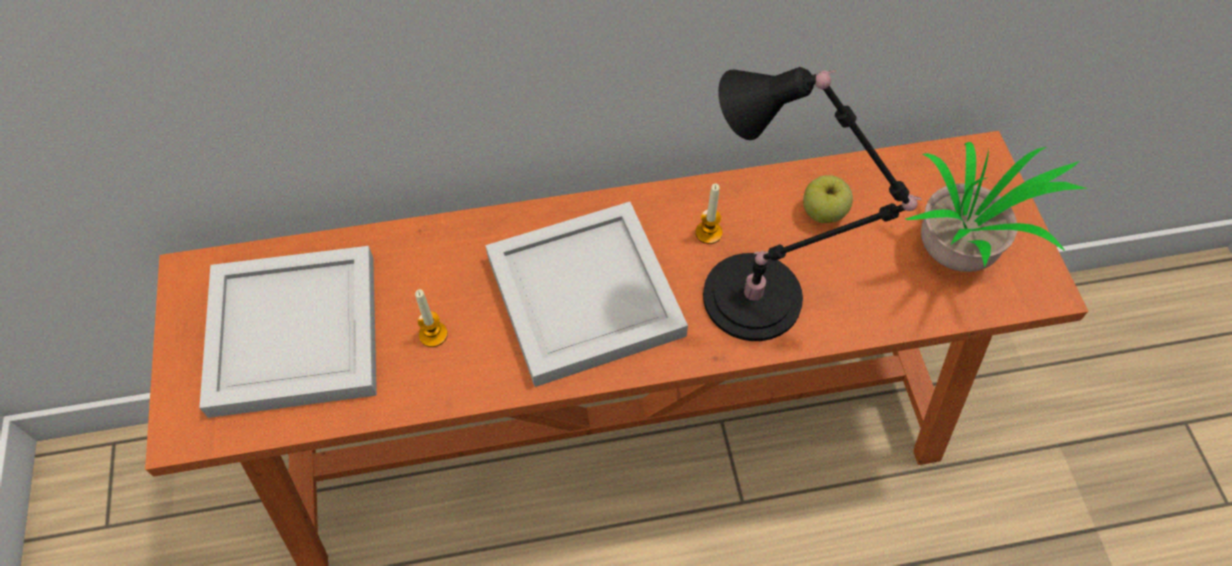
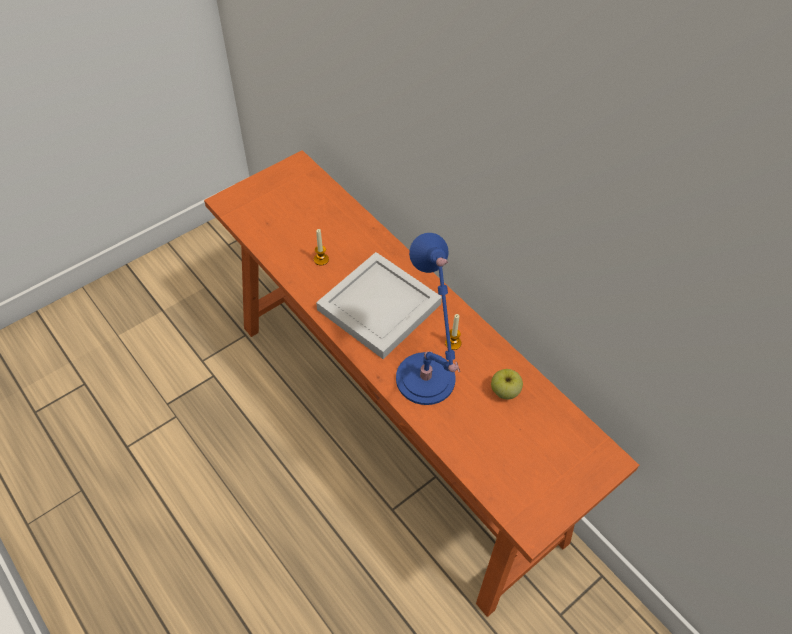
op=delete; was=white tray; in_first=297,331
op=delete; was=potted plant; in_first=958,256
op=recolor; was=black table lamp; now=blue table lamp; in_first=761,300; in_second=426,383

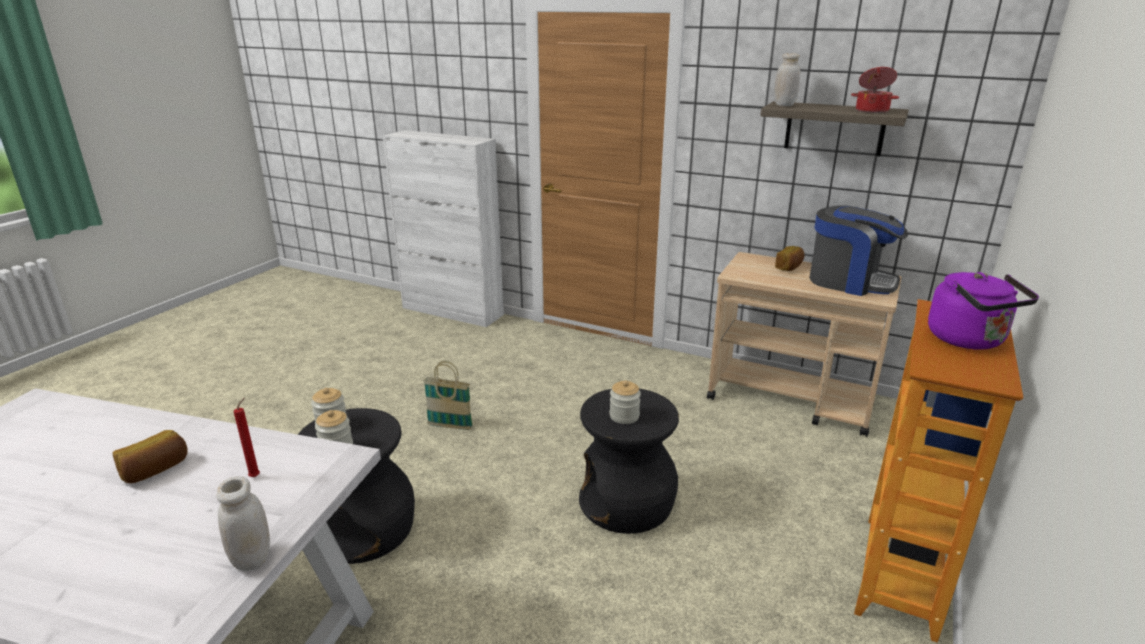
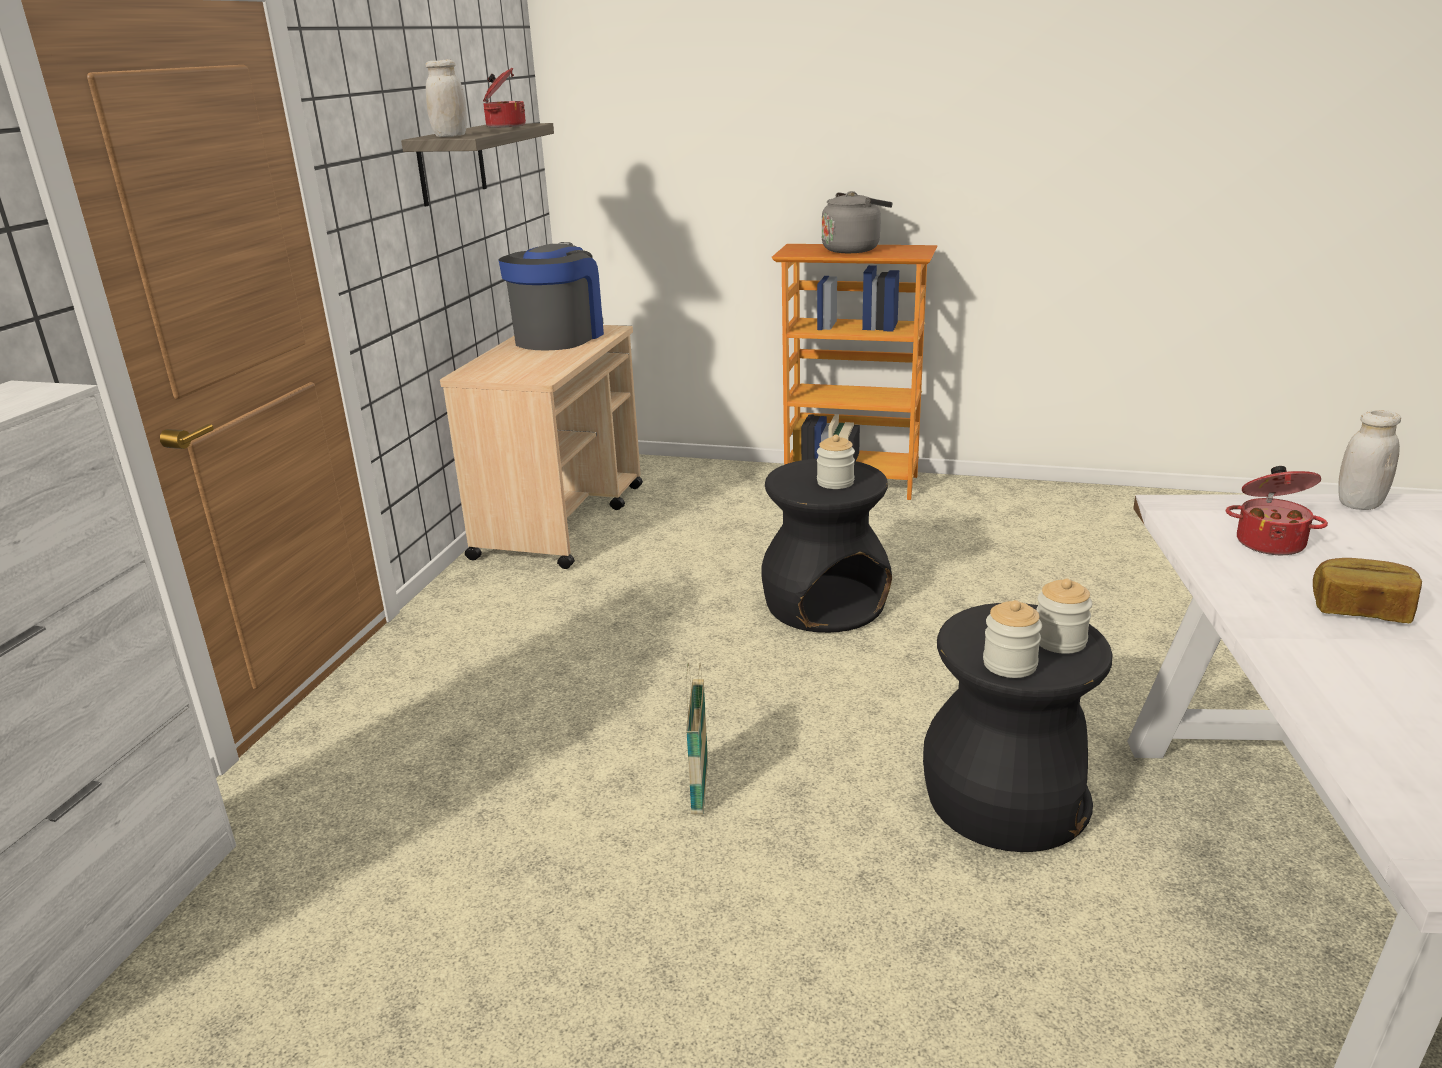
op=delete; was=bread; in_first=789,267
op=replace; was=red candle; now=cooking pot; in_first=256,476; in_second=1270,542
op=recolor; was=purple kettle; now=grey kettle; in_first=969,340; in_second=853,249

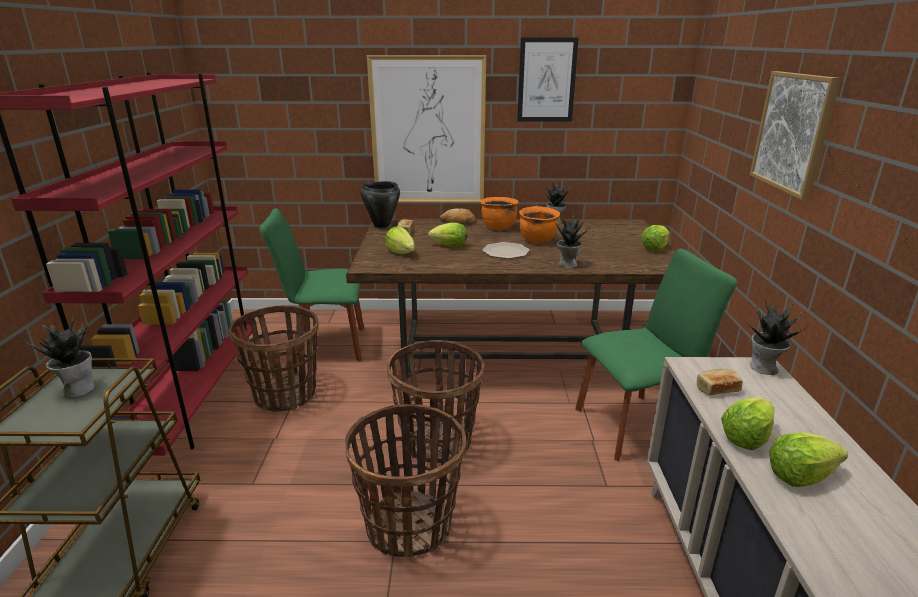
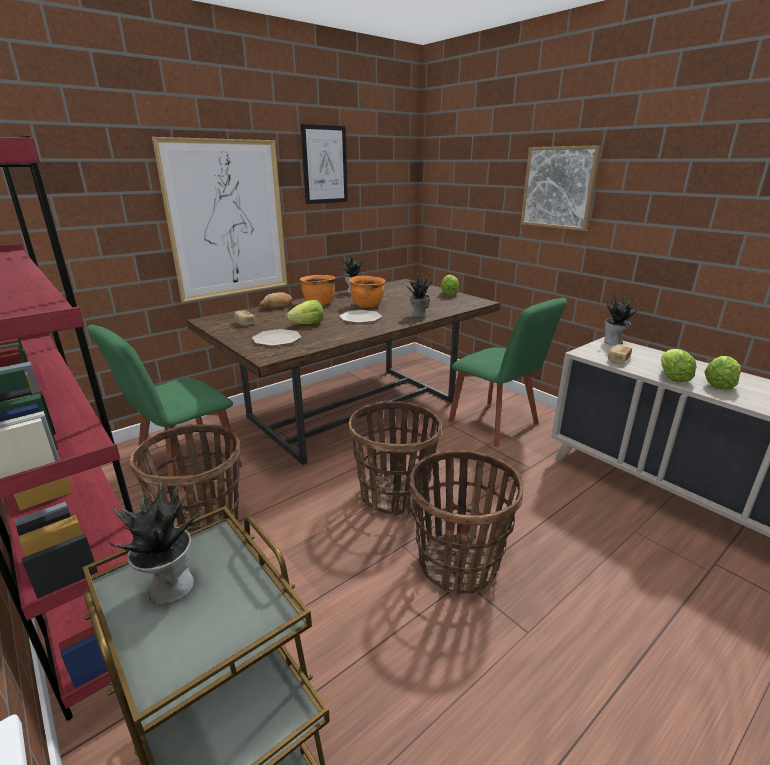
op=delete; was=black cooking pot; in_first=381,225
op=replace; was=lettuce; now=plate; in_first=401,253; in_second=276,339
op=rotate; was=green chair; in_first=636,425; in_second=497,424; clockwise=105

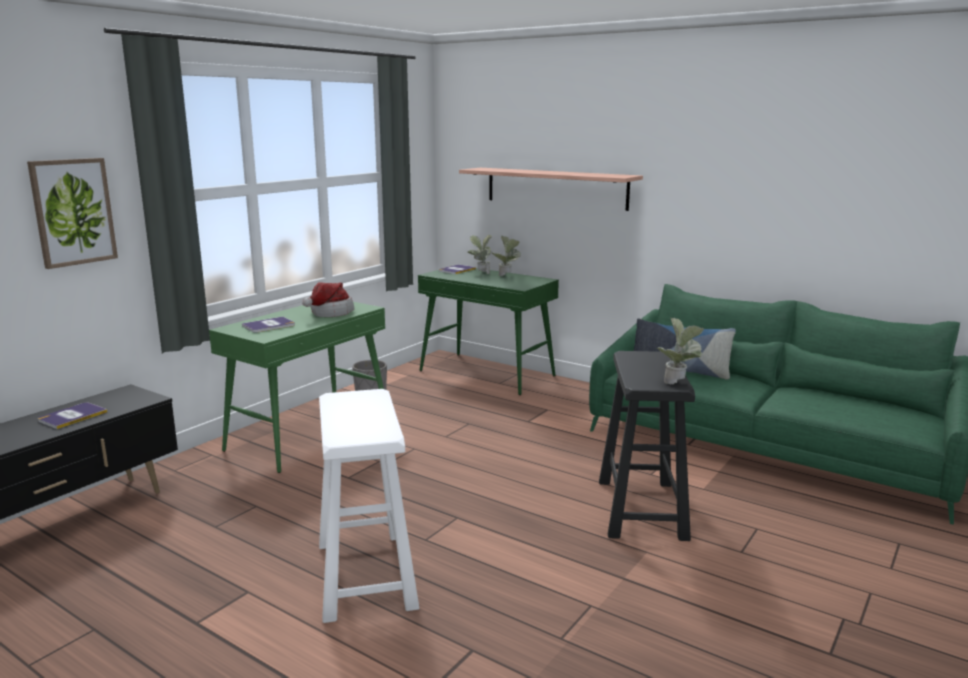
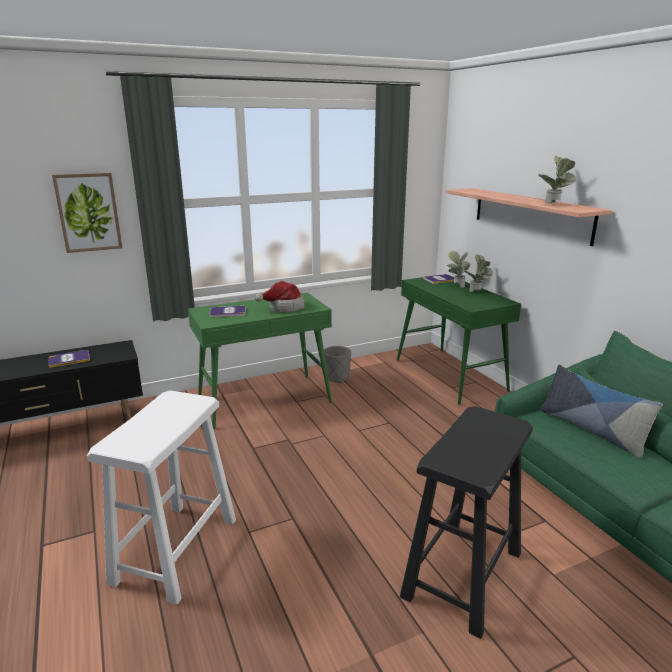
op=move; was=potted plant; in_first=679,383; in_second=554,204

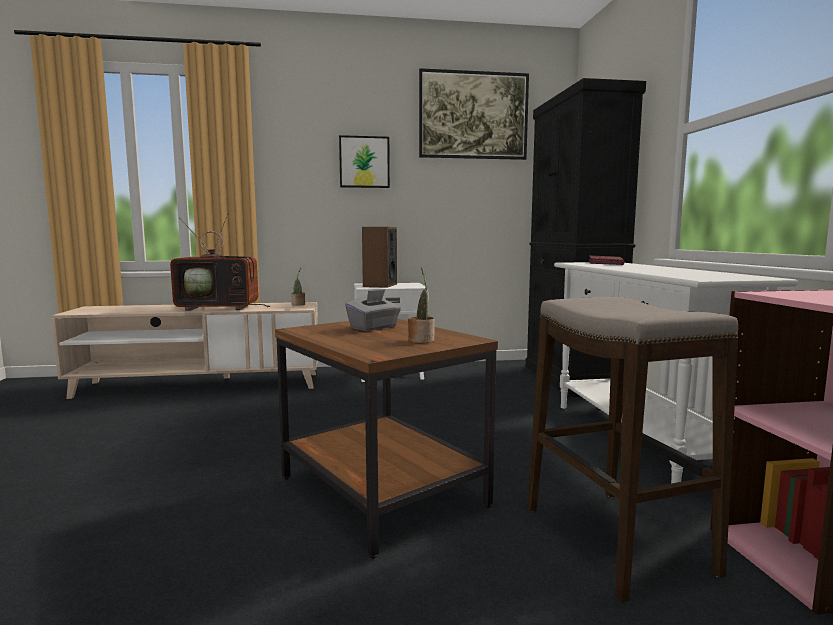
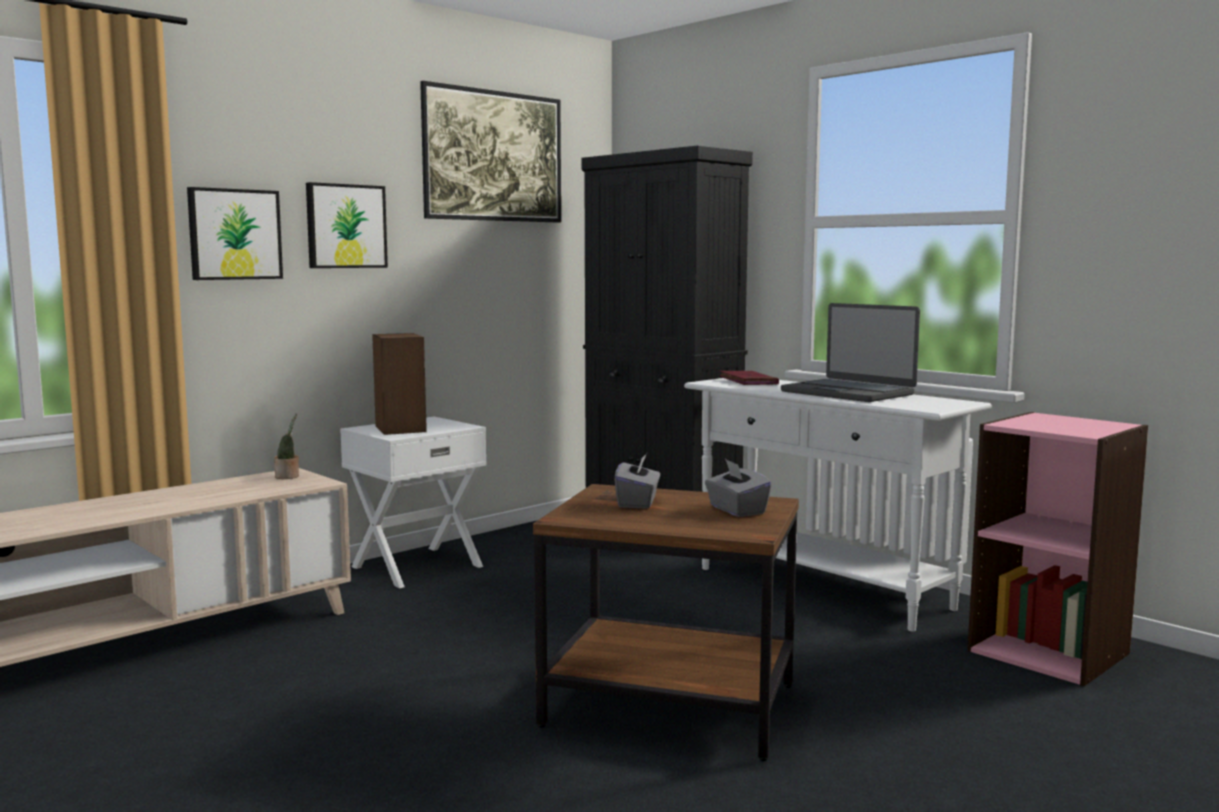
op=delete; was=television; in_first=221,308
op=delete; was=stool; in_first=615,539
op=insert; now=picture; in_second=234,234
op=insert; now=laptop; in_second=848,393
op=replace; was=potted plant; now=grey tissue box; in_first=421,340; in_second=736,510

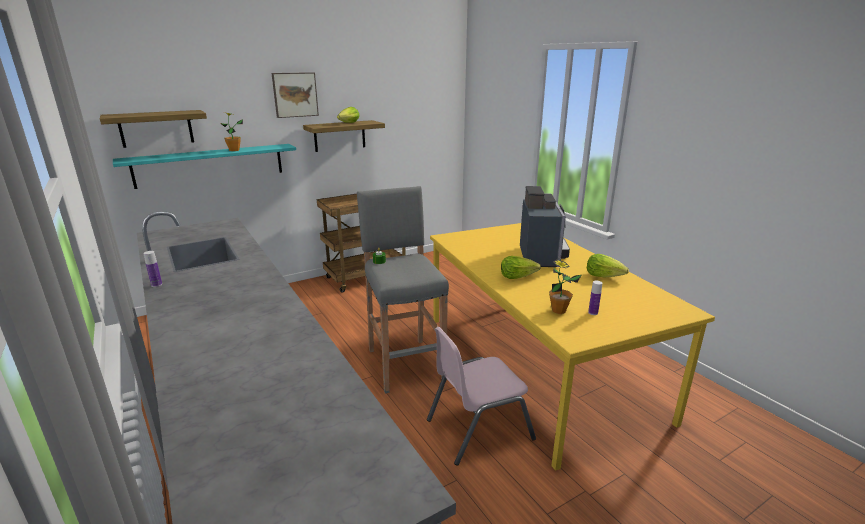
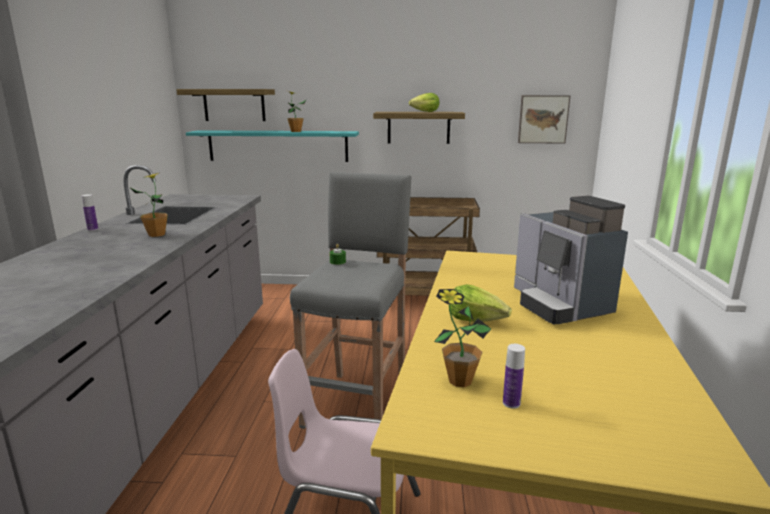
op=delete; was=lettuce; in_first=604,276
op=insert; now=potted plant; in_second=156,234
op=move; was=picture; in_first=295,94; in_second=542,119
op=rotate; was=coffee machine; in_first=542,256; in_second=559,305; clockwise=120

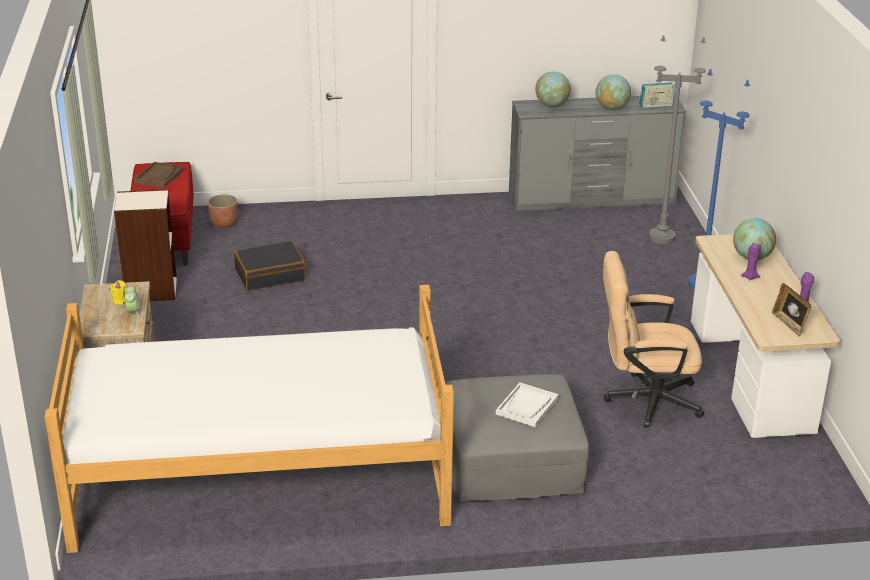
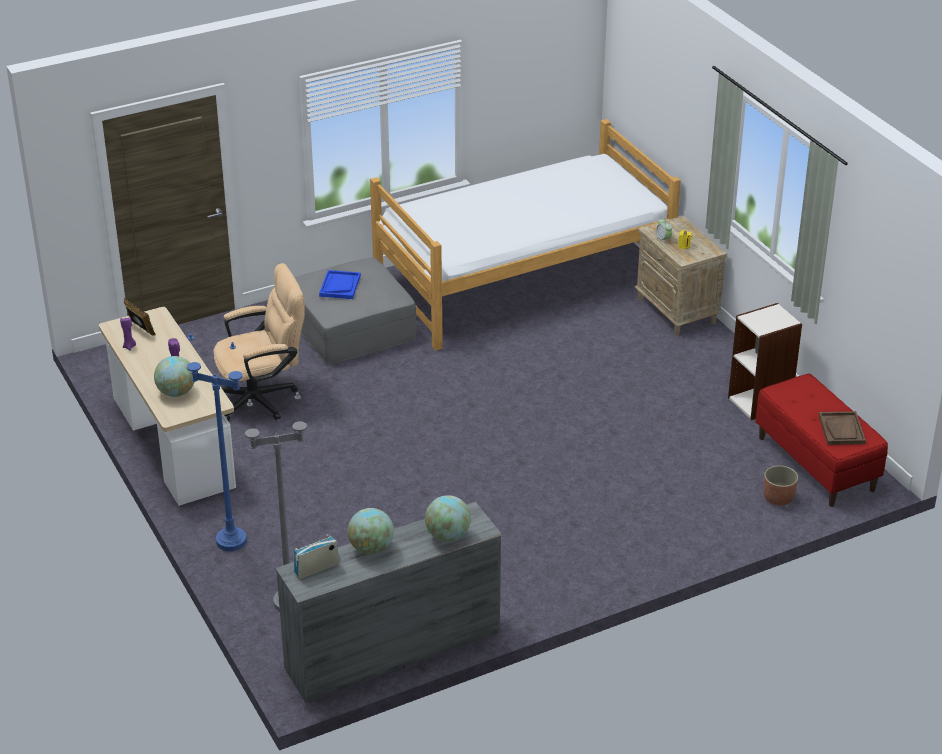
op=delete; was=black suitcase; in_first=270,275
op=recolor; was=white tray; now=blue tray; in_first=527,406; in_second=340,286

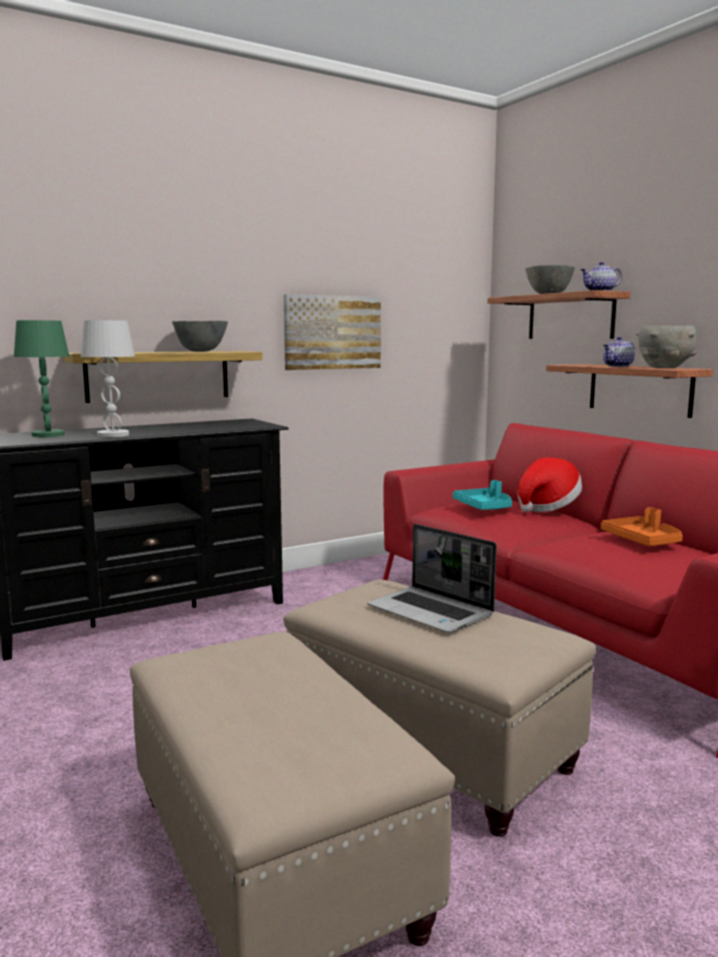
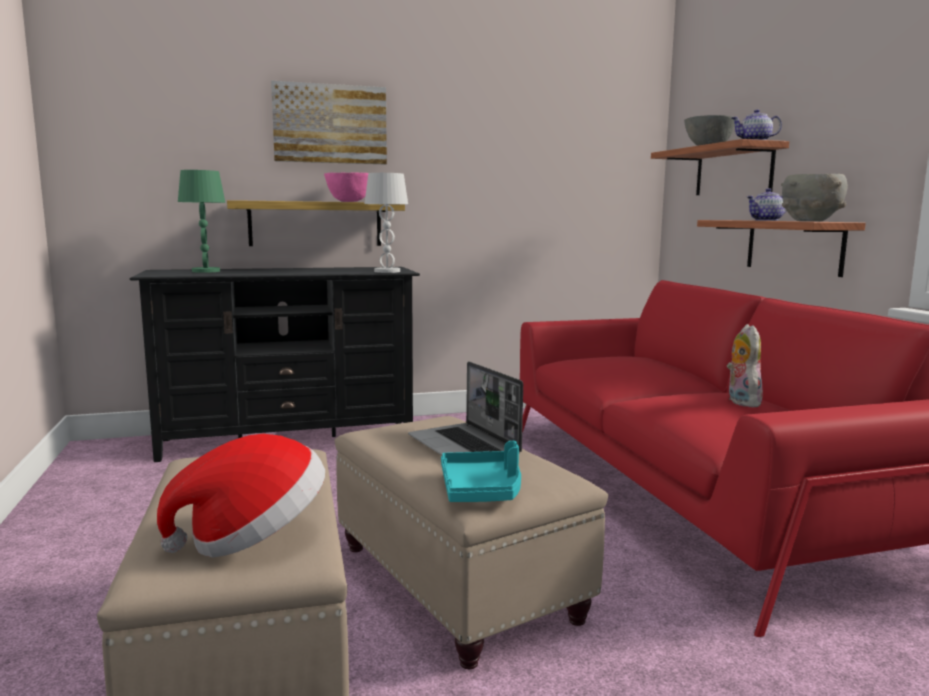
op=move; was=white table lamp; in_first=113,435; in_second=387,271
op=move; was=picture; in_first=332,332; in_second=330,124
op=move; was=turquoise tray; in_first=484,507; in_second=482,490
op=move; was=hat; in_first=546,507; in_second=253,537
op=replace; was=orange tray; now=plush toy; in_first=642,541; in_second=740,402
op=recolor; was=grey bowl; now=pink bowl; in_first=200,351; in_second=349,201

